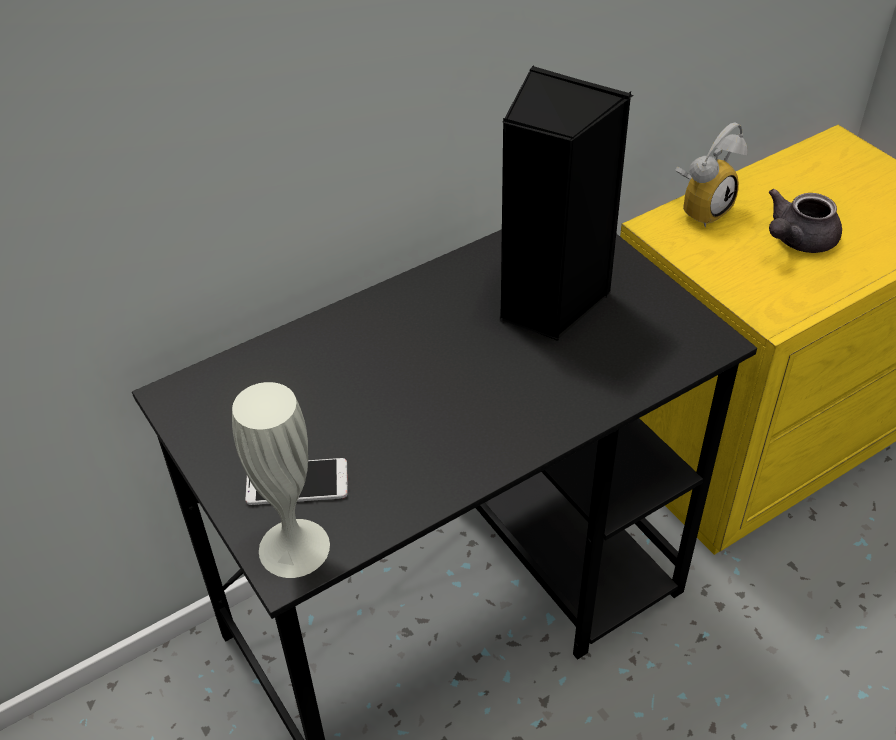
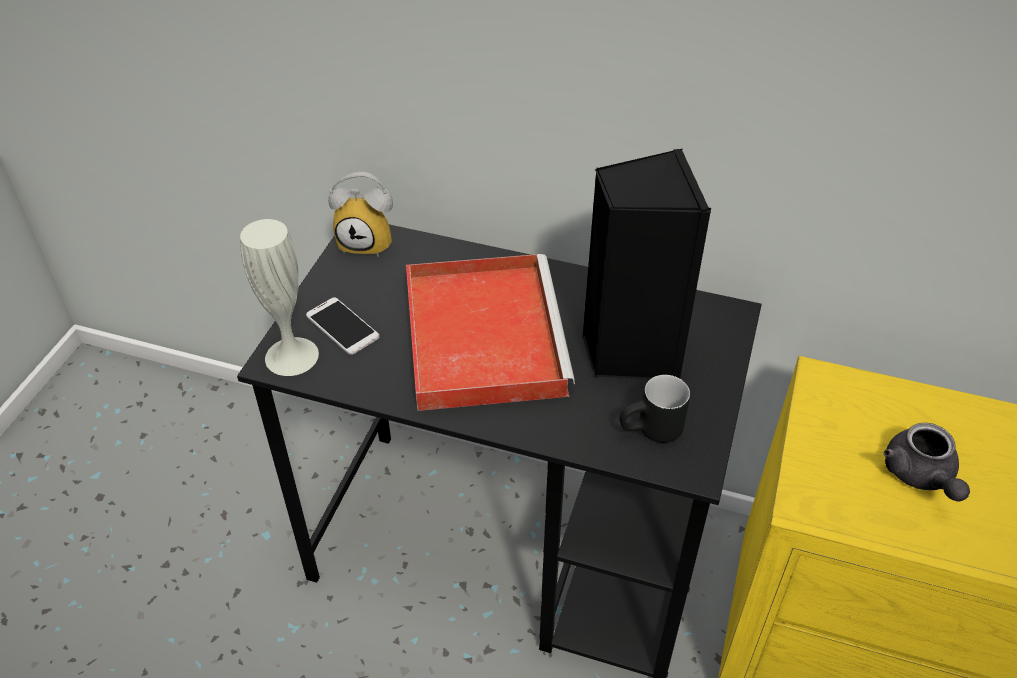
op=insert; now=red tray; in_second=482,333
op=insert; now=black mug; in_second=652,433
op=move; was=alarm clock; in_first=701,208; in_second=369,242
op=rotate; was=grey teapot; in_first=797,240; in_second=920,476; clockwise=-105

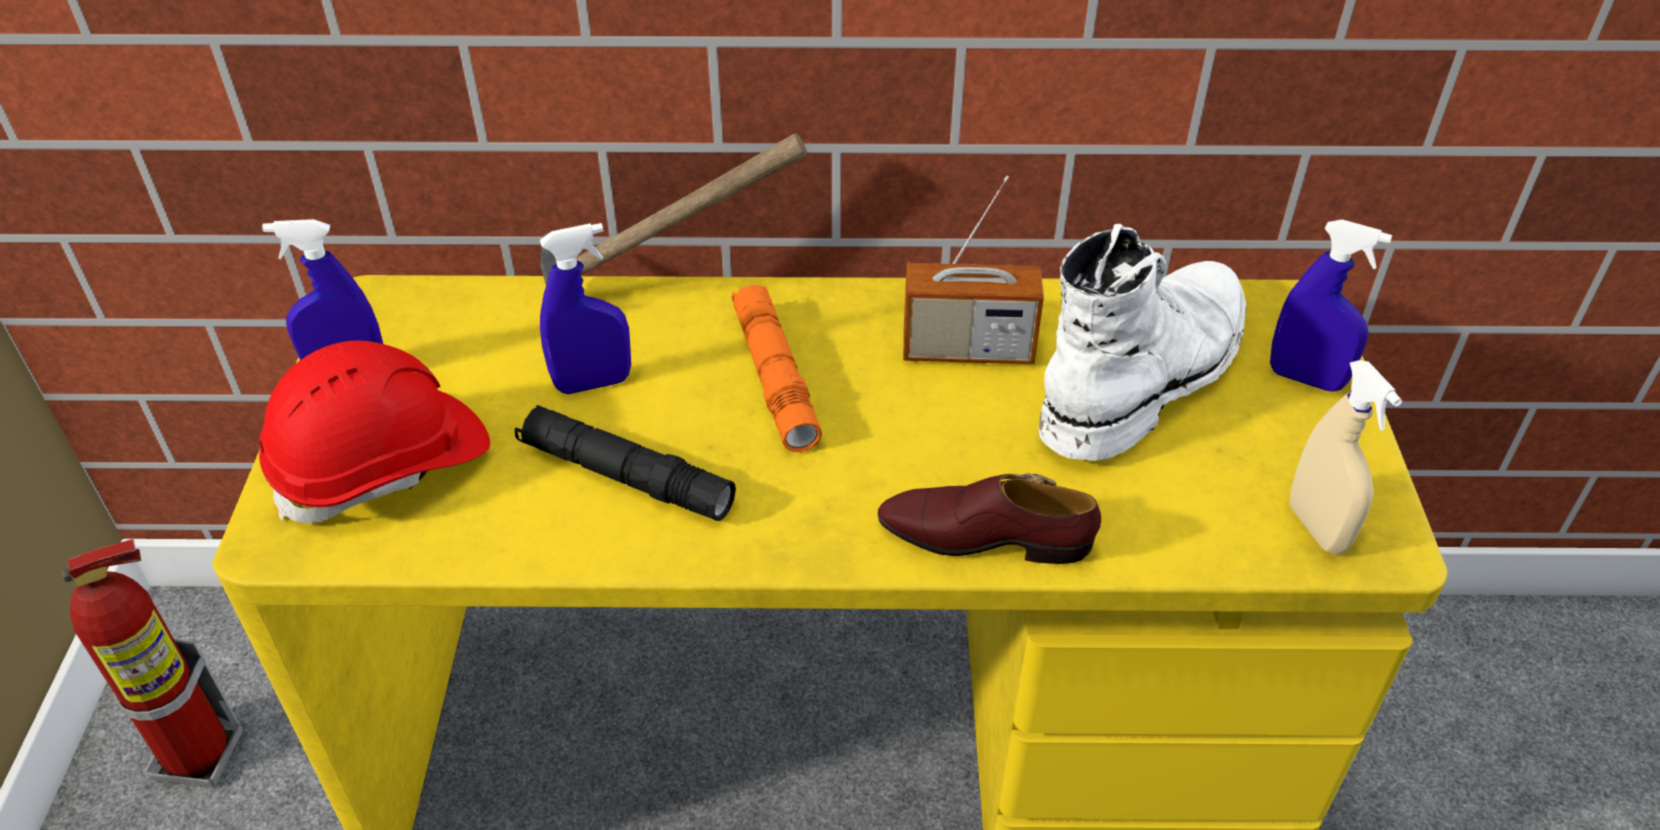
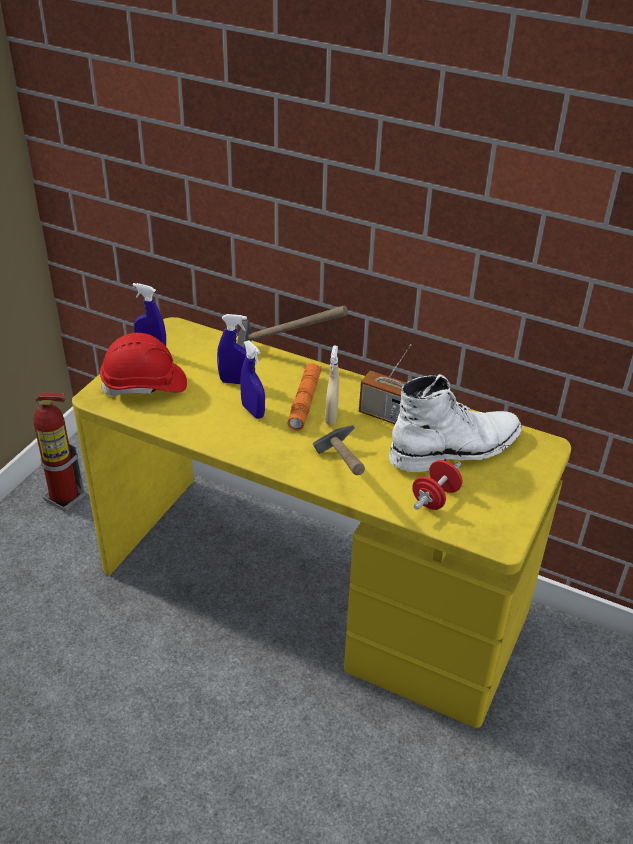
op=delete; was=black flashlight; in_first=625,476
op=insert; now=red dumbbell; in_second=435,498
op=move; was=blue spray bottle; in_first=1306,378; in_second=253,411
op=move; was=beige spray bottle; in_first=1317,528; in_second=331,416
op=replace; was=brown shoe; now=hammer; in_first=984,536; in_second=342,482

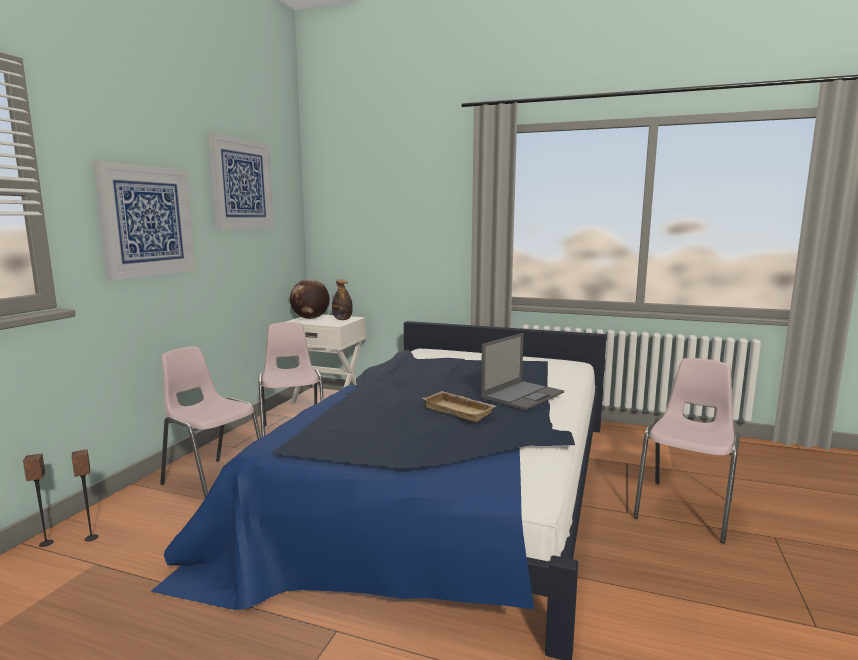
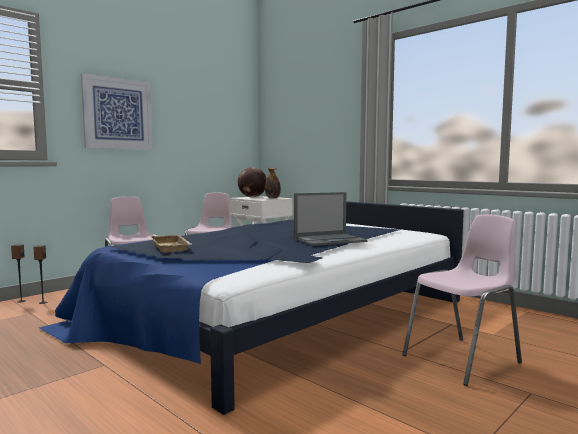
op=delete; was=picture; in_first=242,184
op=move; was=beige tray; in_first=460,410; in_second=172,247

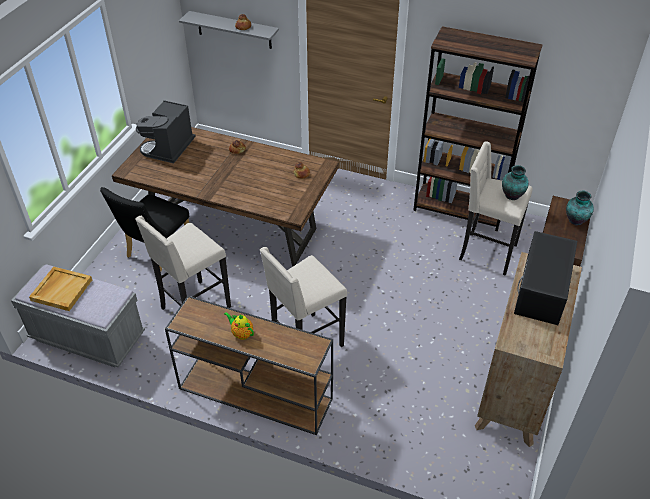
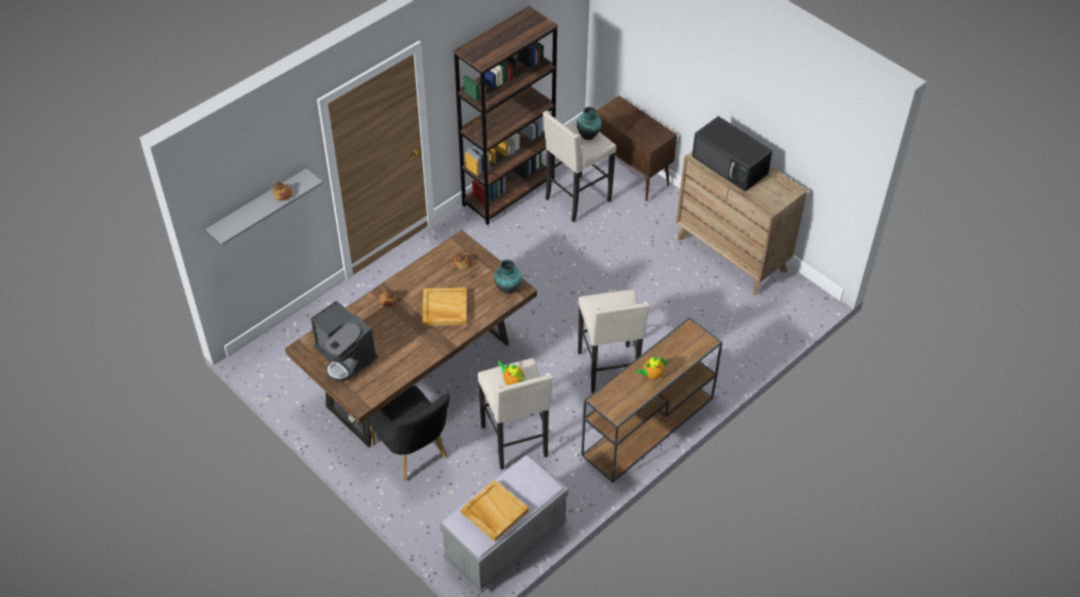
op=insert; now=beige tray; in_second=444,308
op=insert; now=teapot; in_second=512,381
op=move; was=vase; in_first=575,221; in_second=508,289

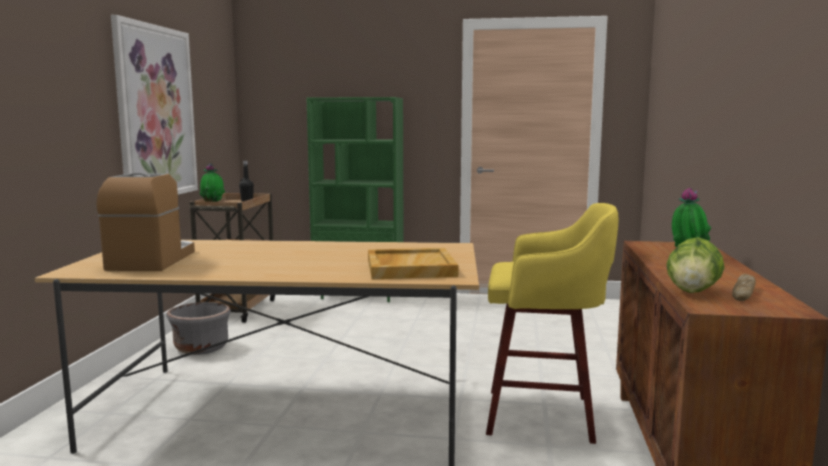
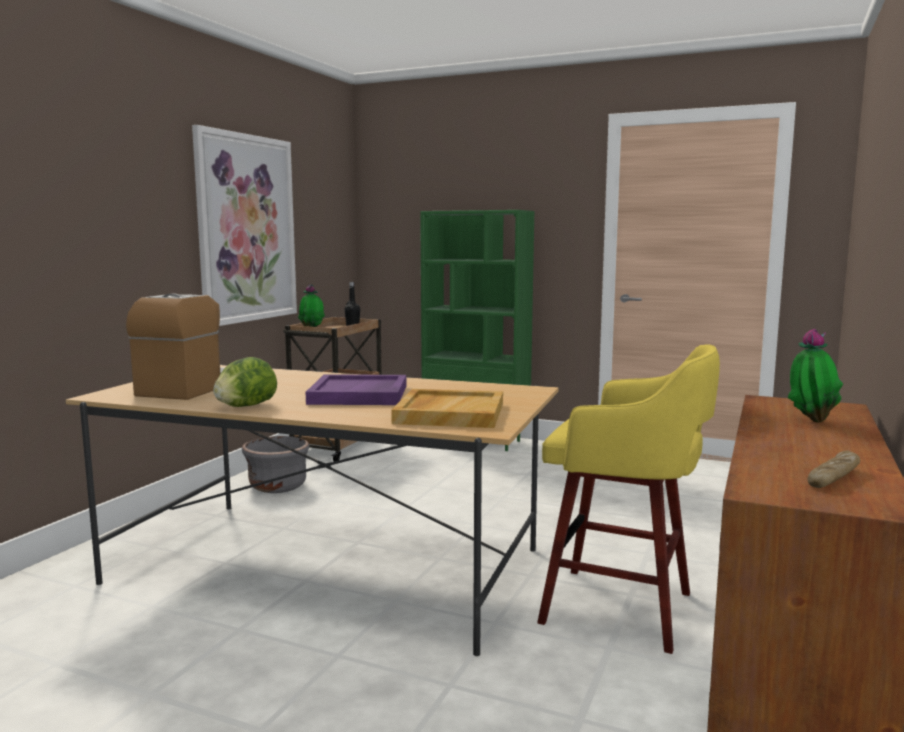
op=insert; now=purple tray; in_second=359,395
op=move; was=lettuce; in_first=693,291; in_second=246,406

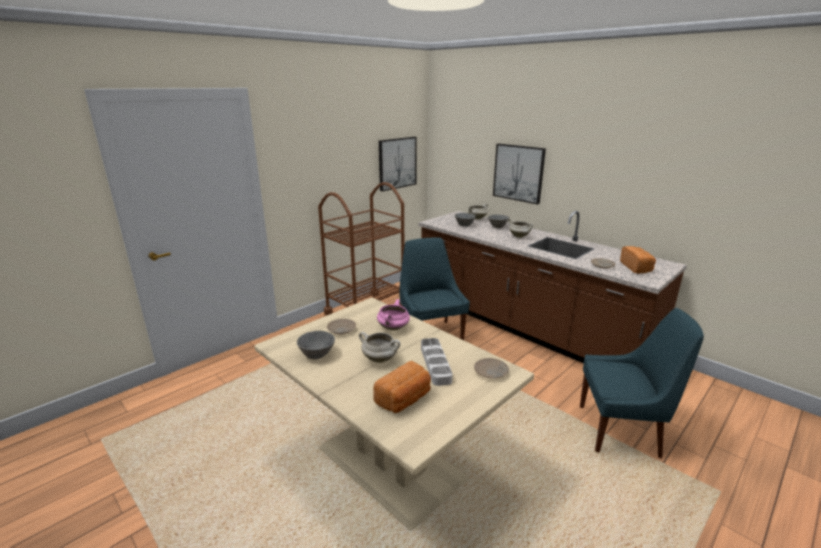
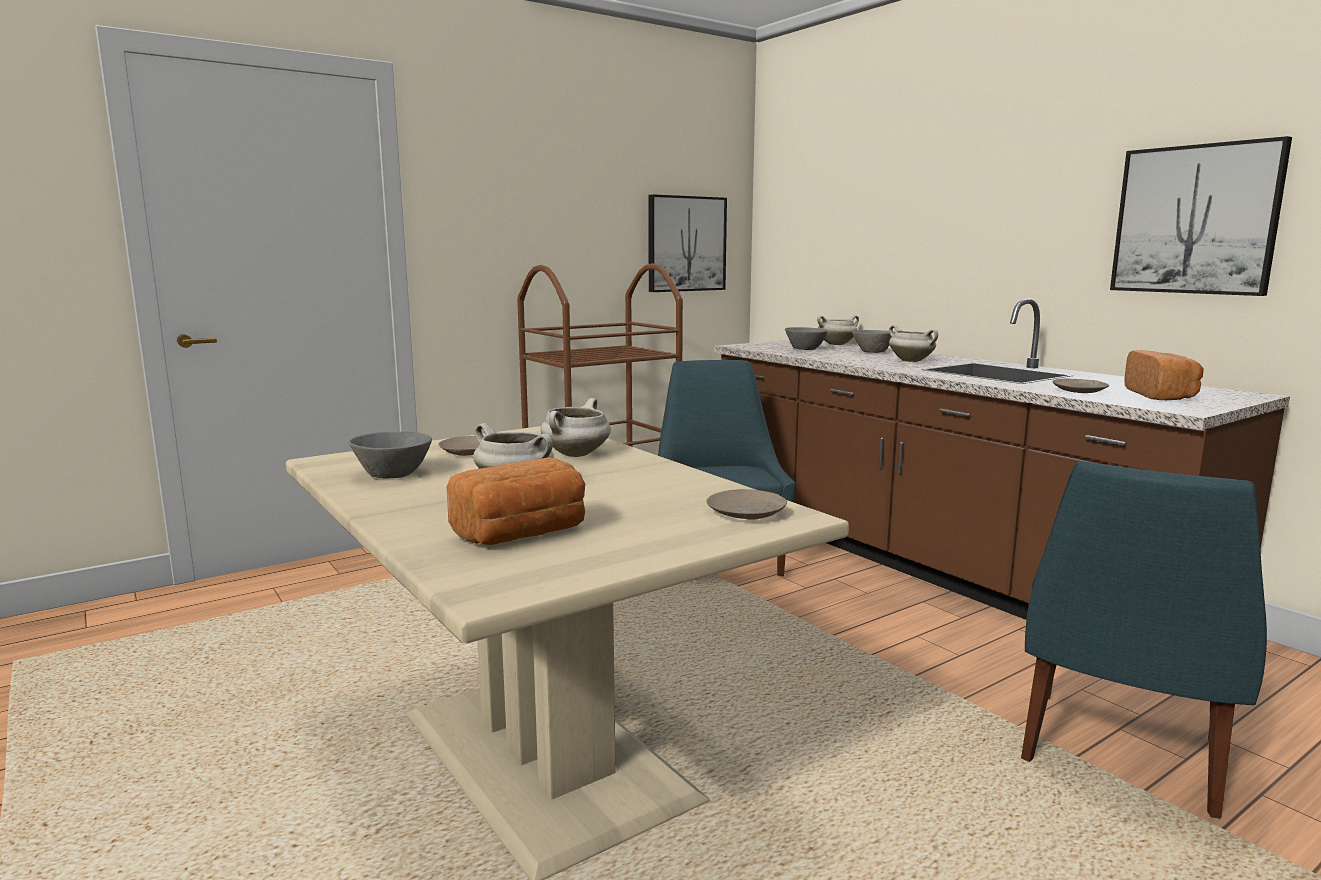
op=delete; was=grey tray; in_first=435,364
op=move; was=picture; in_first=518,173; in_second=1195,220
op=recolor; was=pink cooking pot; now=white cooking pot; in_first=393,328; in_second=576,455
op=rotate; was=blue chair; in_first=622,431; in_second=1119,755; clockwise=105

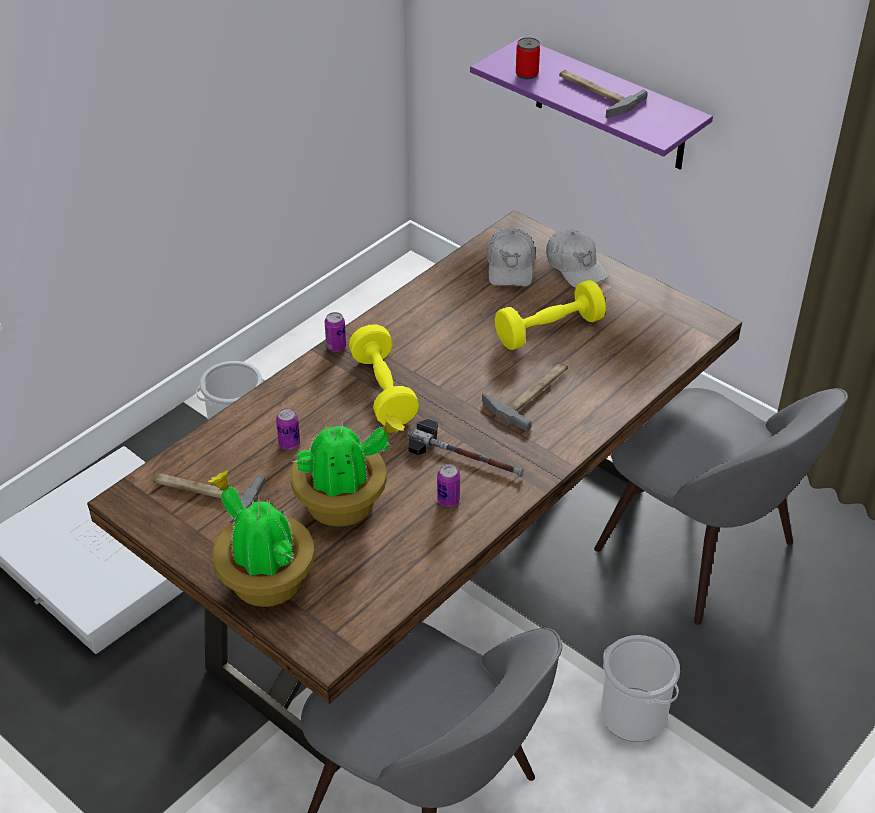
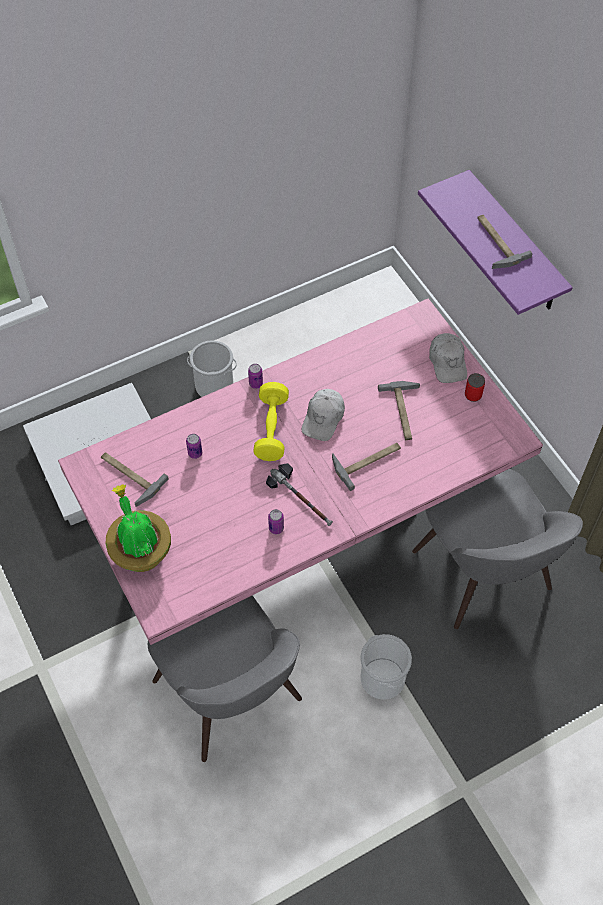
op=delete; was=potted plant; in_first=344,504
op=move; was=white cap; in_first=511,267; in_second=323,418
op=move; was=can; in_first=527,74; in_second=473,395
op=replace; was=yellow dumbbell; now=hammer; in_first=549,330; in_second=403,412
op=recolor; was=brown dining table; now=pink dining table; in_first=437,571; in_second=302,534

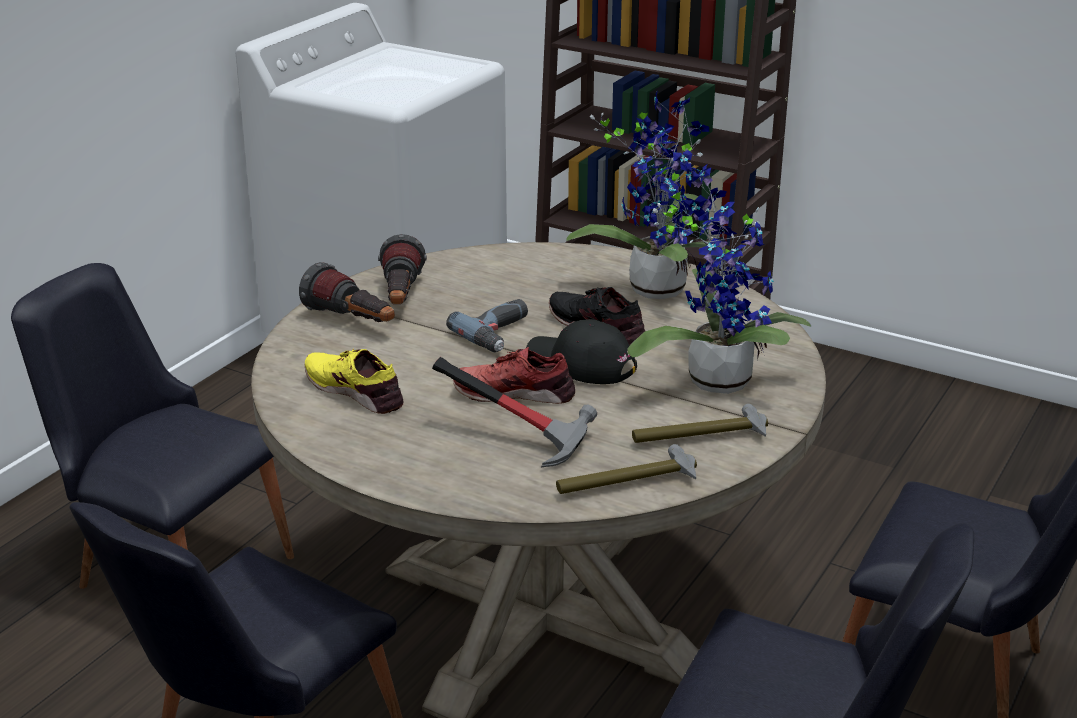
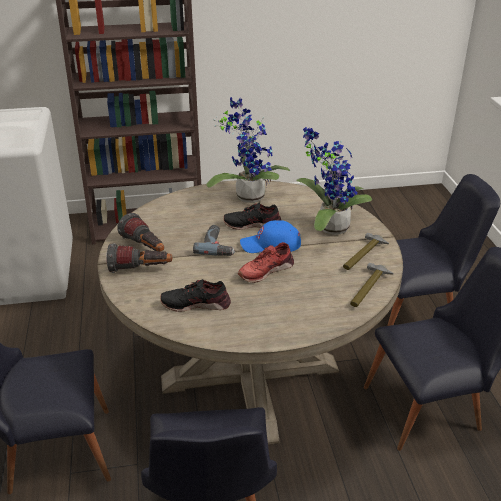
op=delete; was=hammer; in_first=521,435
op=recolor; was=yellow shoe; now=black shoe; in_first=355,390; in_second=196,303
op=recolor; was=black cap; now=blue cap; in_first=580,363; in_second=271,244

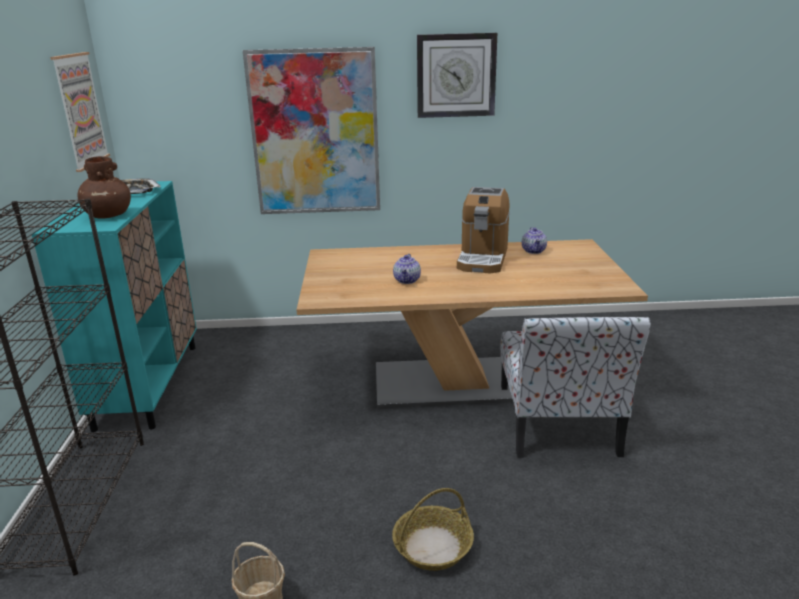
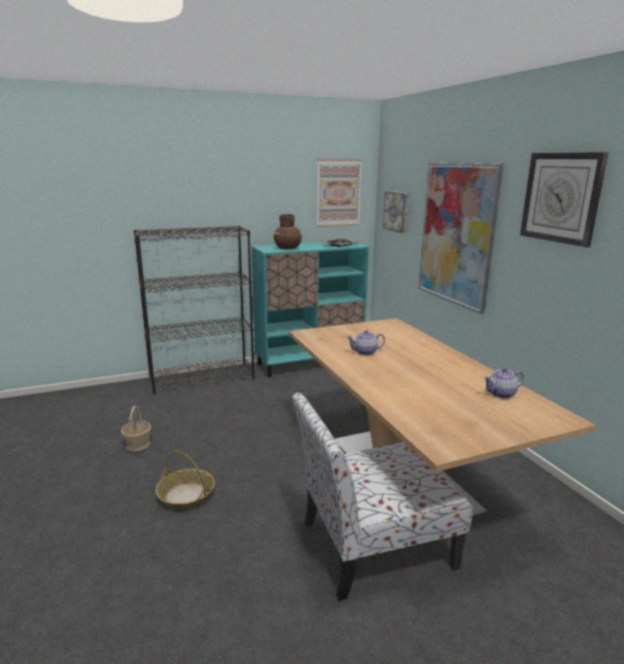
op=delete; was=coffee machine; in_first=482,258
op=insert; now=picture; in_second=397,211

